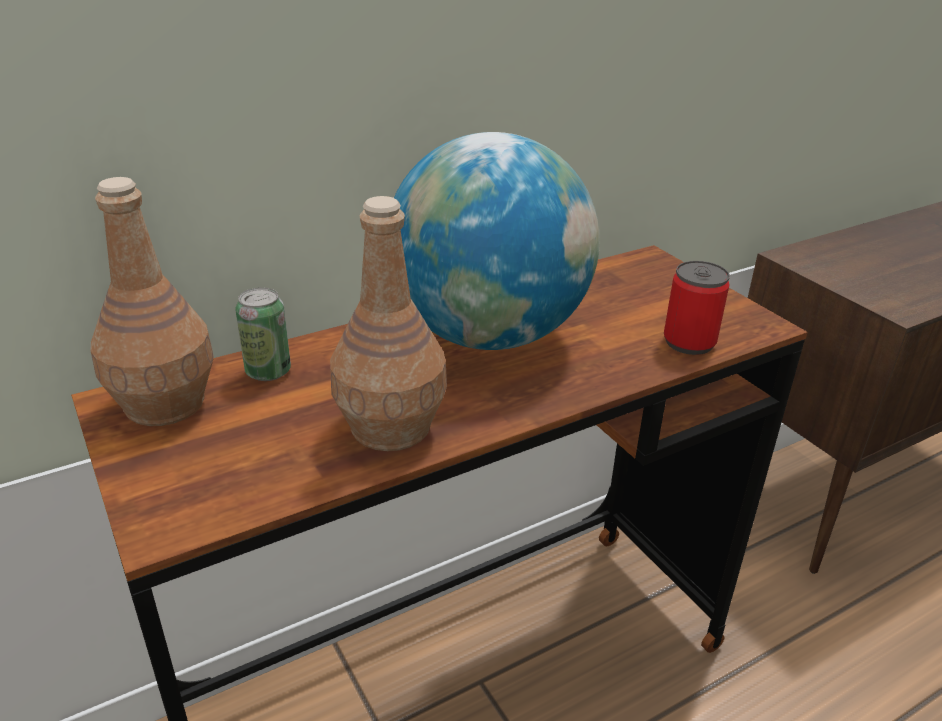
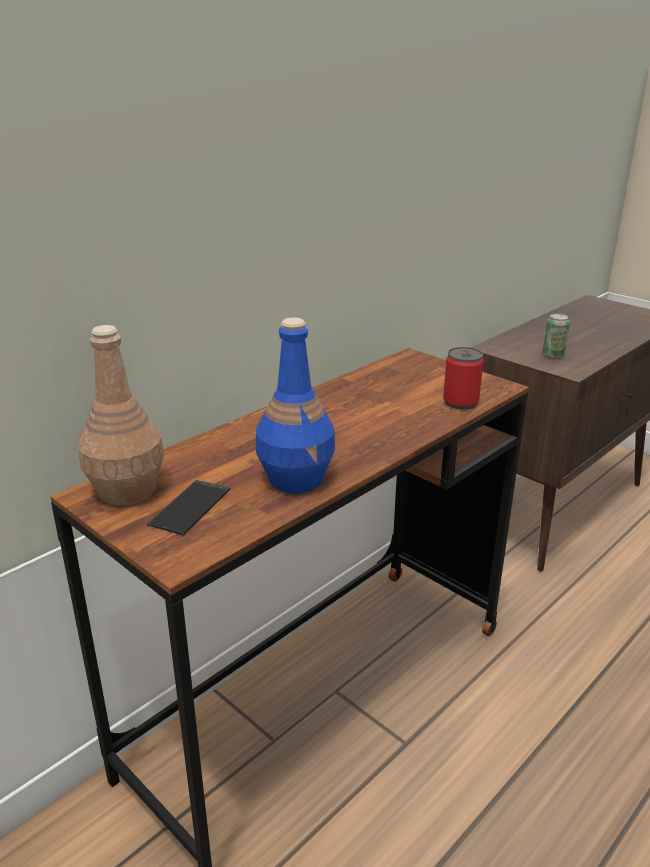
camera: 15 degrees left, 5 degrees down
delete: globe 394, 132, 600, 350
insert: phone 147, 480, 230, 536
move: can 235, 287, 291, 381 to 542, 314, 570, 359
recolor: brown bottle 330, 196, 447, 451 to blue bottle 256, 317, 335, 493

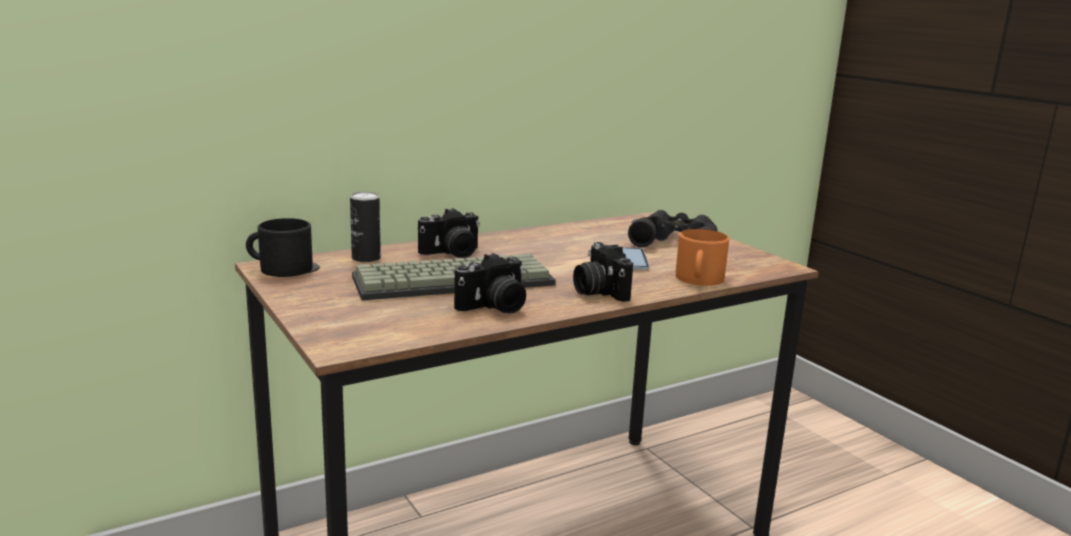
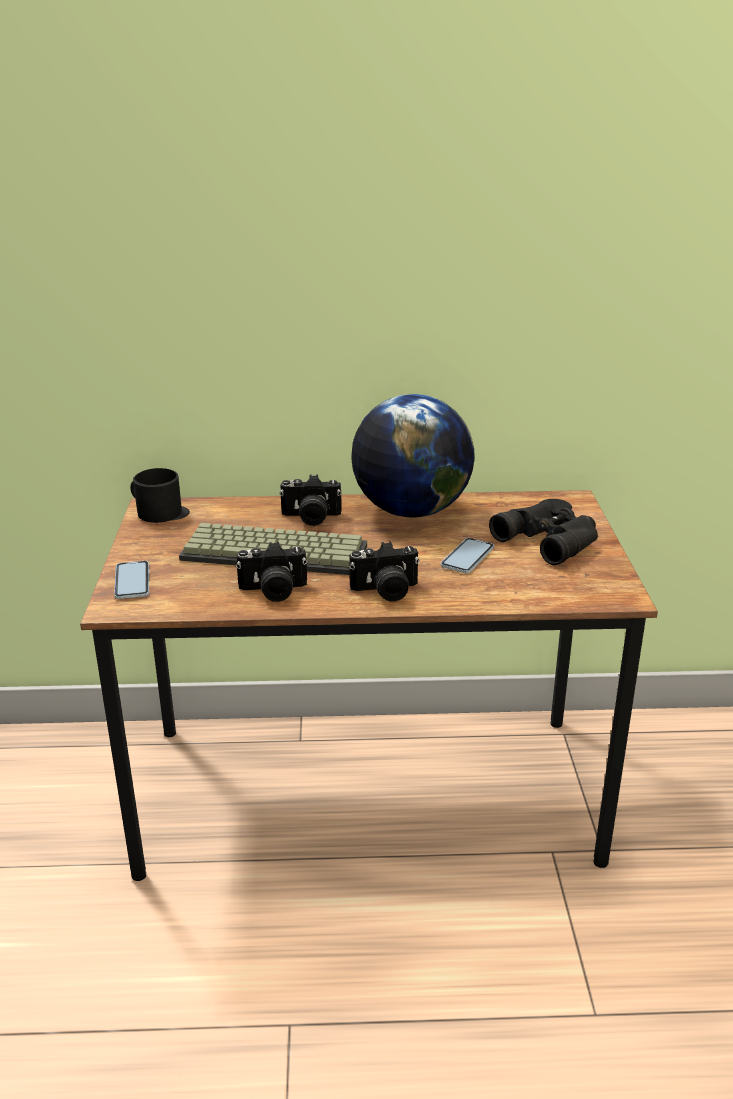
camera: 30 degrees right, 10 degrees up
delete: can 350, 192, 381, 262; orange mug 676, 229, 729, 286
insert: phone 114, 561, 149, 599; globe 351, 394, 475, 517
rotate: photo camera 573, 242, 633, 302 = 349, 541, 420, 602 105 degrees counterclockwise

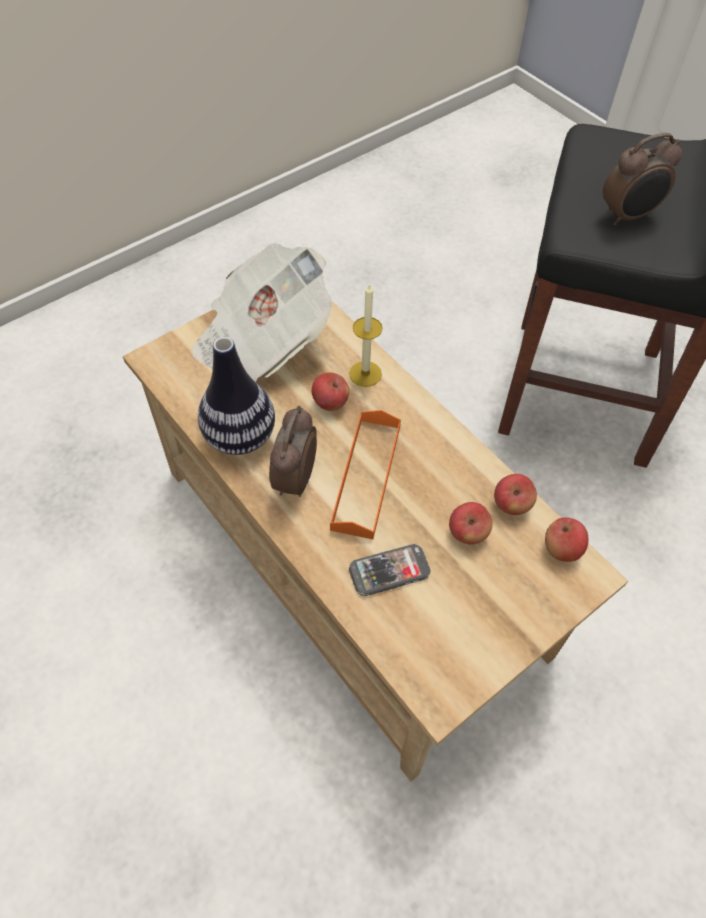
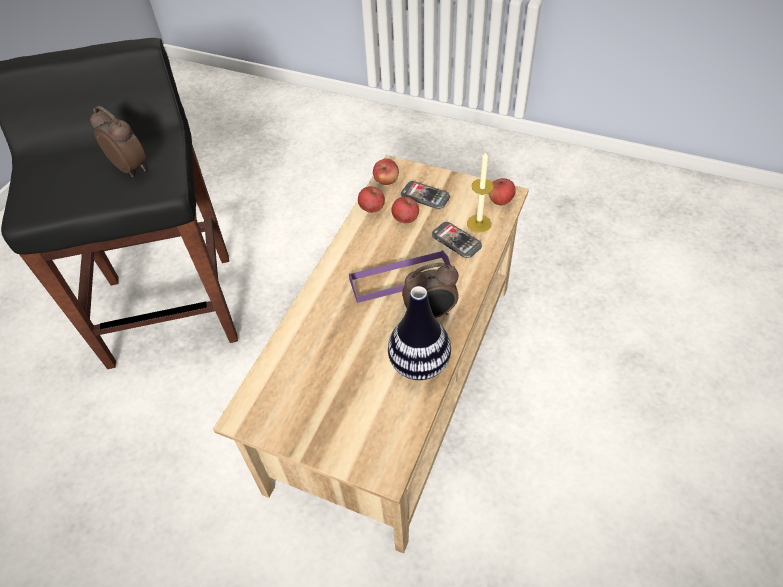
camera: 115 degrees left, 5 degrees down
delete: newspaper 192, 243, 332, 382
insert: phone 401, 181, 450, 209
move: apple 312, 372, 349, 411 to 489, 178, 516, 206; candle 349, 283, 383, 387 to 467, 152, 494, 232
recolor: orange tray 330, 410, 401, 539 to purple tray 349, 250, 451, 303

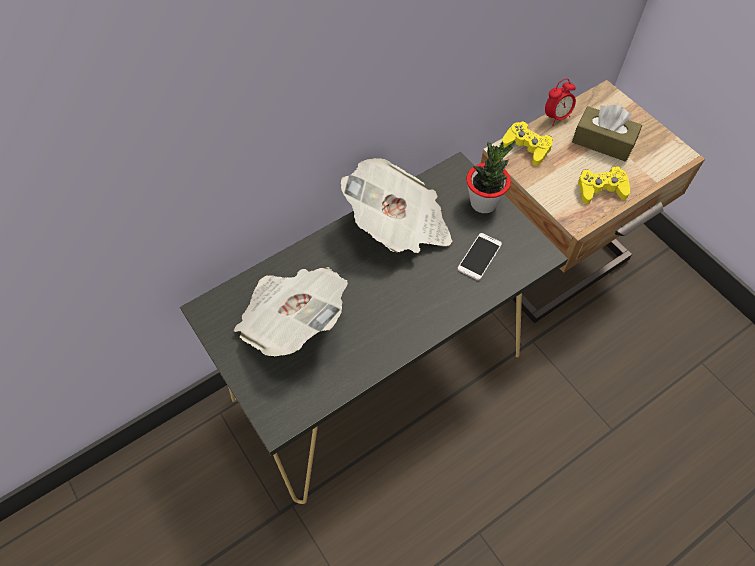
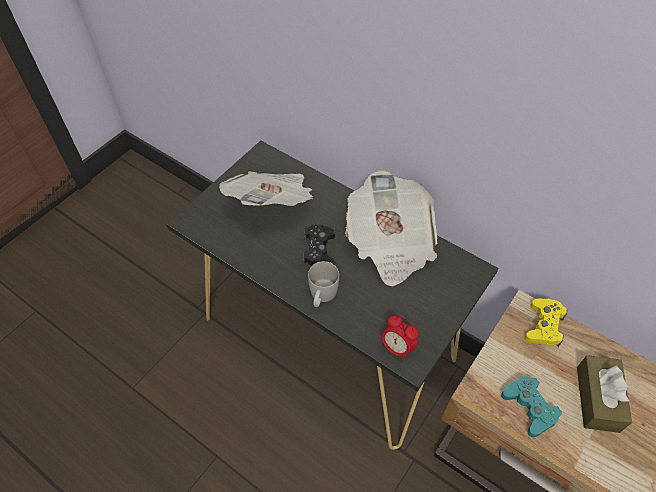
camera: 70 degrees right, 5 degrees down
delete: phone 457, 233, 502, 280; potted plant 466, 141, 516, 213
insert: black game controller 303, 225, 335, 266; white mug 308, 261, 339, 307
move: alarm clock 545, 78, 576, 125 to 382, 316, 419, 361
recolor: yellow game controller 578, 166, 630, 204 to turquoise game controller 501, 376, 562, 437

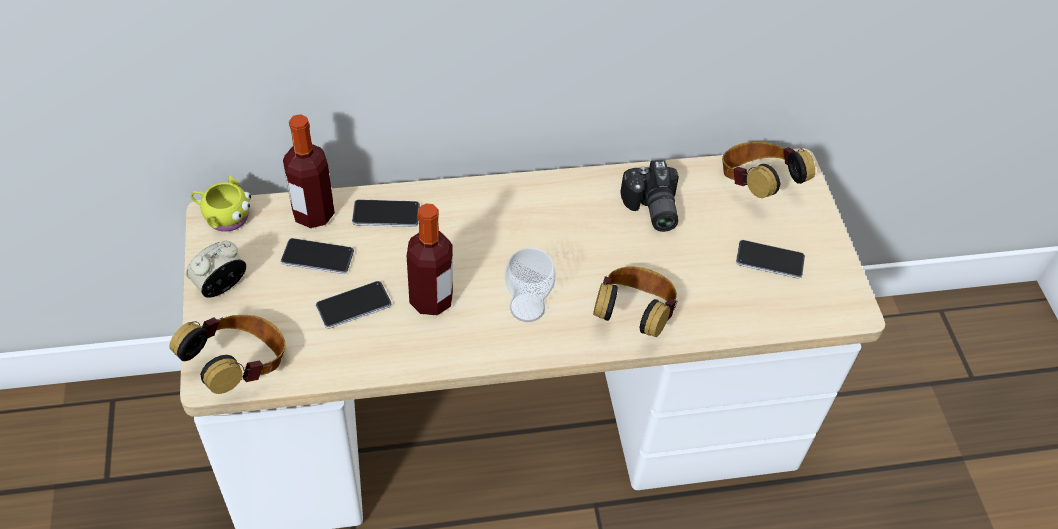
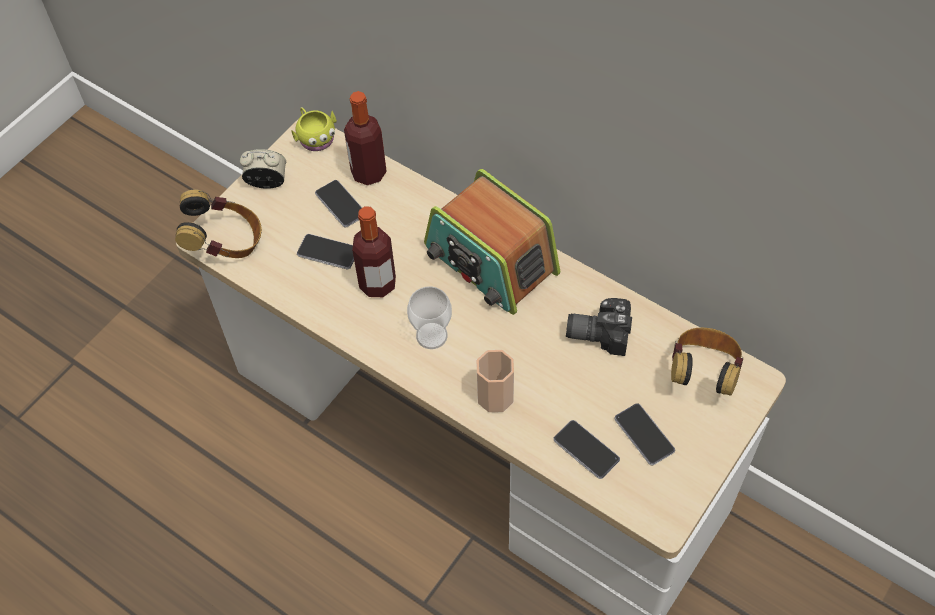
camera: 50 degrees right, 5 degrees up
insert: radio 424, 169, 560, 315
move: phone 352, 199, 420, 227 to 553, 420, 620, 479
replace: headphones 593, 266, 678, 337 to cup 476, 350, 514, 412
rotate: photo camera 620, 160, 679, 232 = 566, 298, 632, 356 60 degrees clockwise

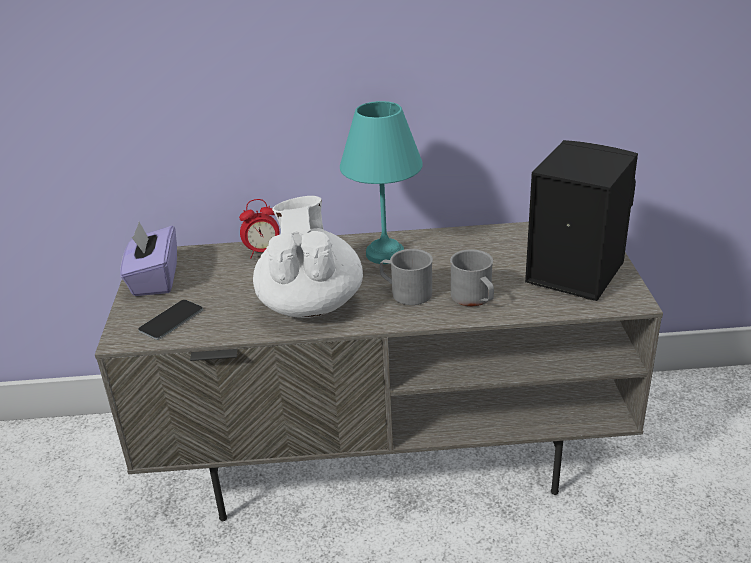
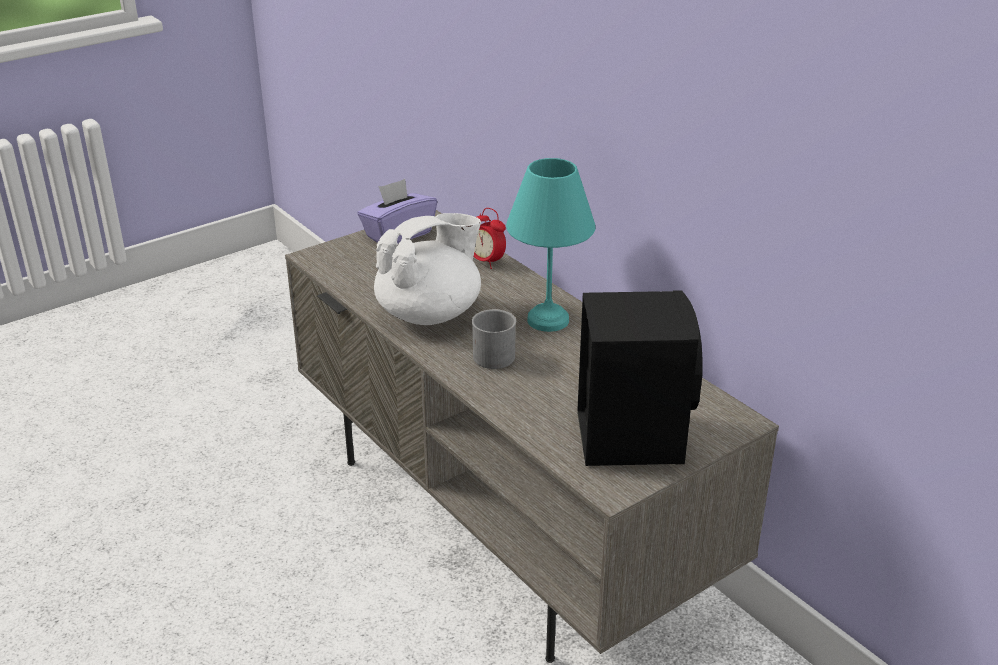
camera: 55 degrees right, 0 degrees up
delete: phone 138, 300, 203, 340; grey mug 450, 249, 494, 306

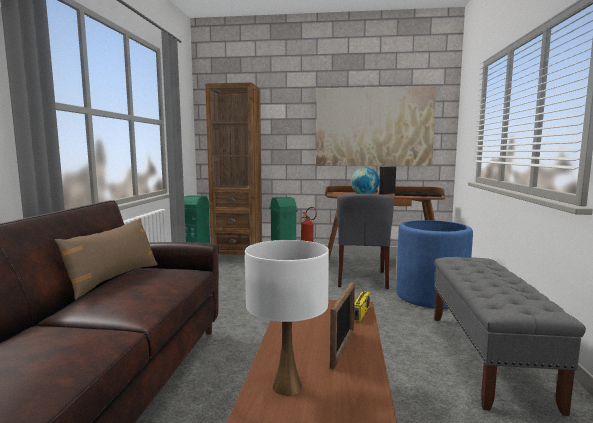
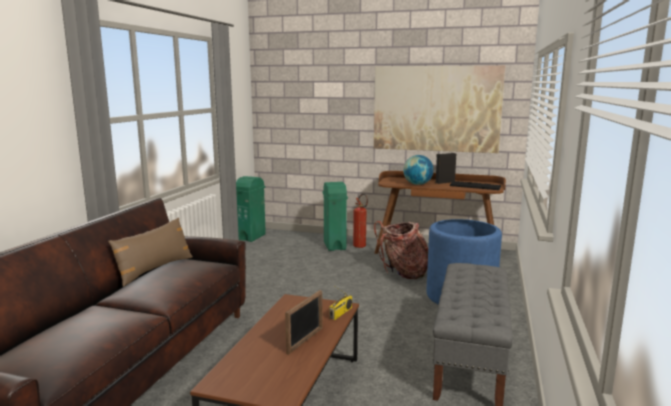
camera: 10 degrees right, 5 degrees up
delete: brown bookcase 205, 82, 262, 255; white table lamp 245, 240, 329, 396
replace: grey chair 337, 194, 394, 289 to backpack 374, 221, 428, 279

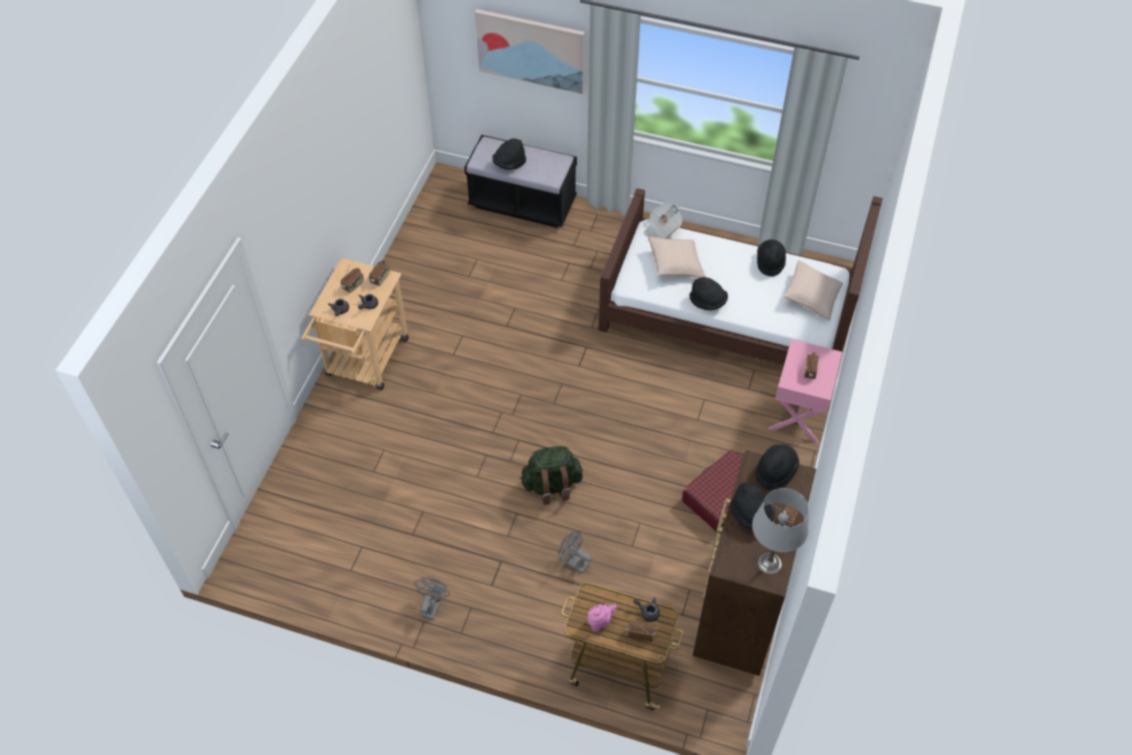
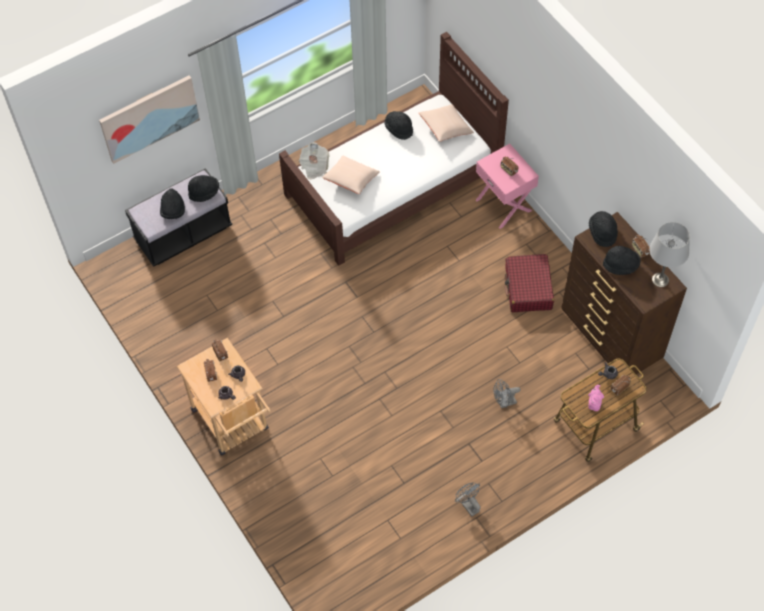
camera: 50 degrees left, 5 degrees up
delete: green backpack 520, 446, 583, 505
move: black hat 689, 277, 728, 310 to 188, 175, 219, 202

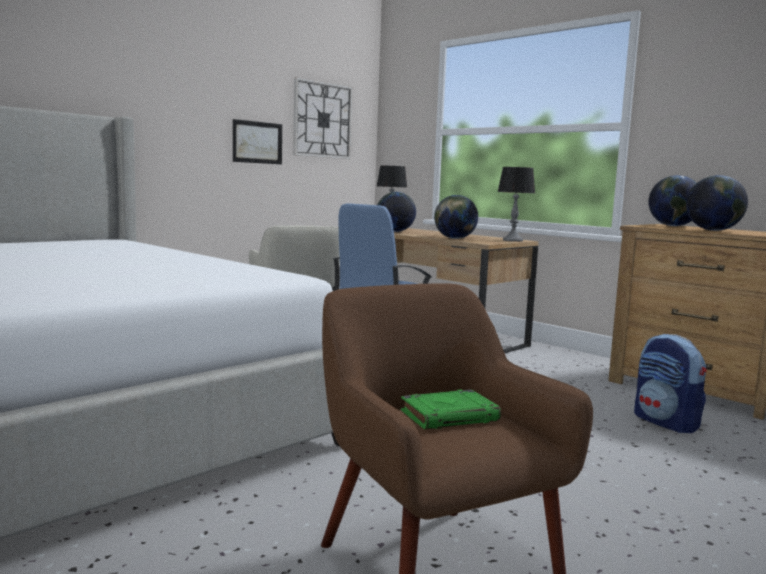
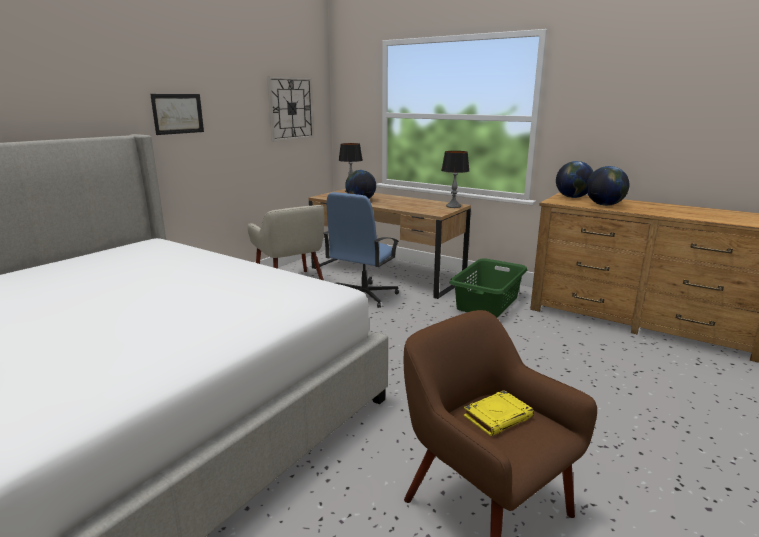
camera: 10 degrees left, 10 degrees up
delete: globe 434, 195, 478, 239; backpack 634, 334, 707, 433
insert: green laundry basket 449, 258, 527, 317
move: picture 233, 119, 282, 164 to 150, 94, 204, 135
recolor: green book 401, 389, 501, 430 to yellow book 463, 390, 534, 436

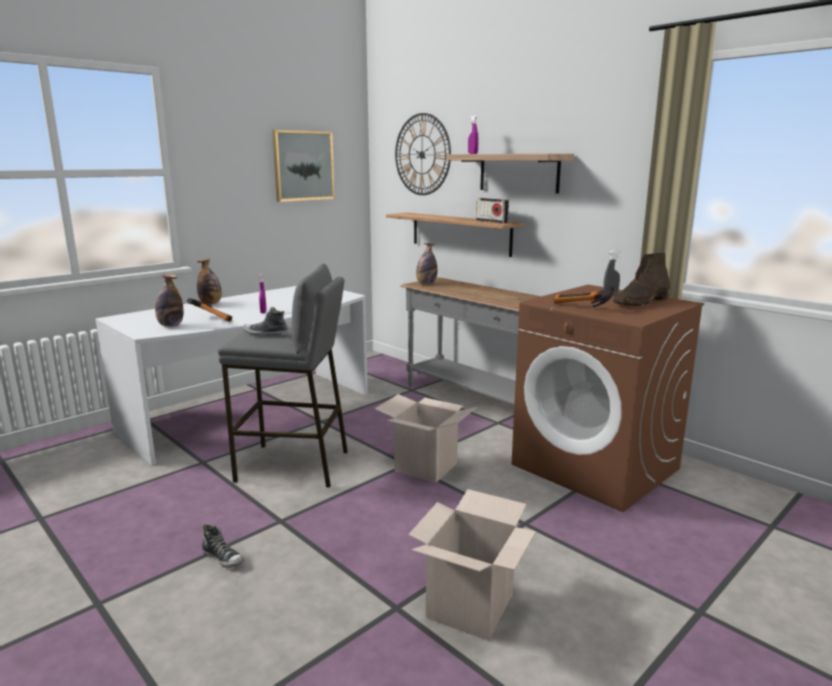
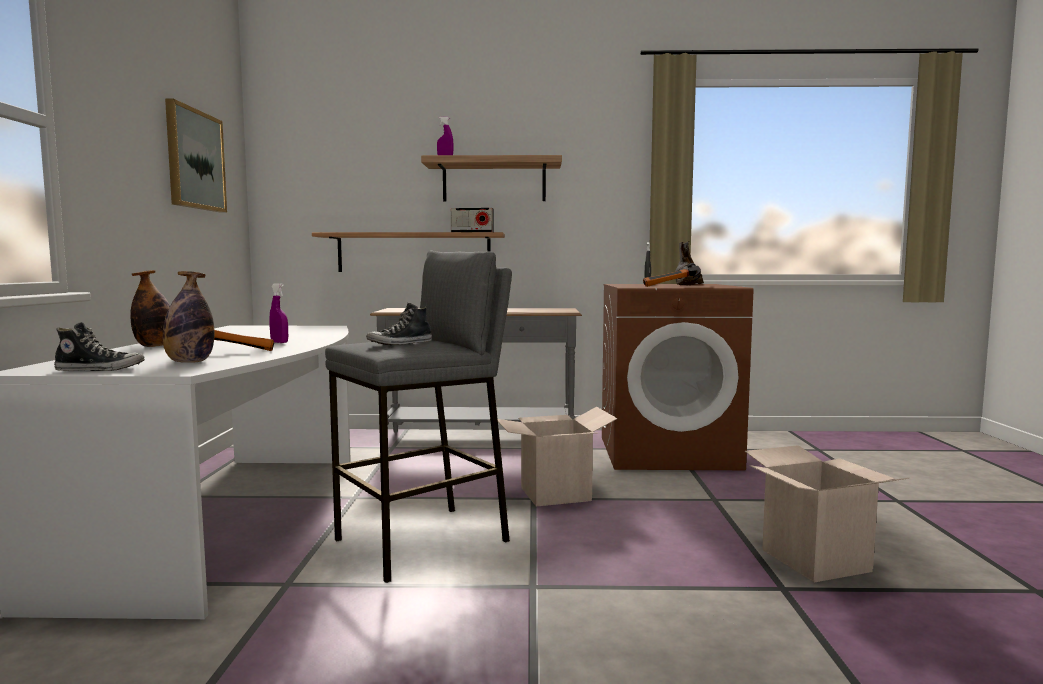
camera: 45 degrees left, 10 degrees down
delete: wall clock 395, 113, 451, 195; bottle 416, 243, 437, 285
move: shoe 202, 524, 244, 568 to 54, 322, 145, 371

